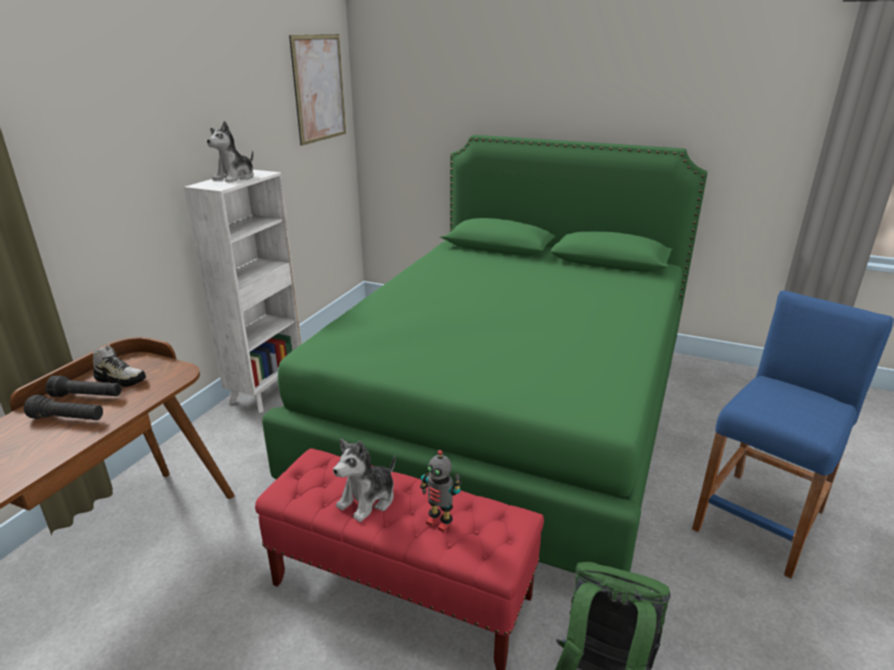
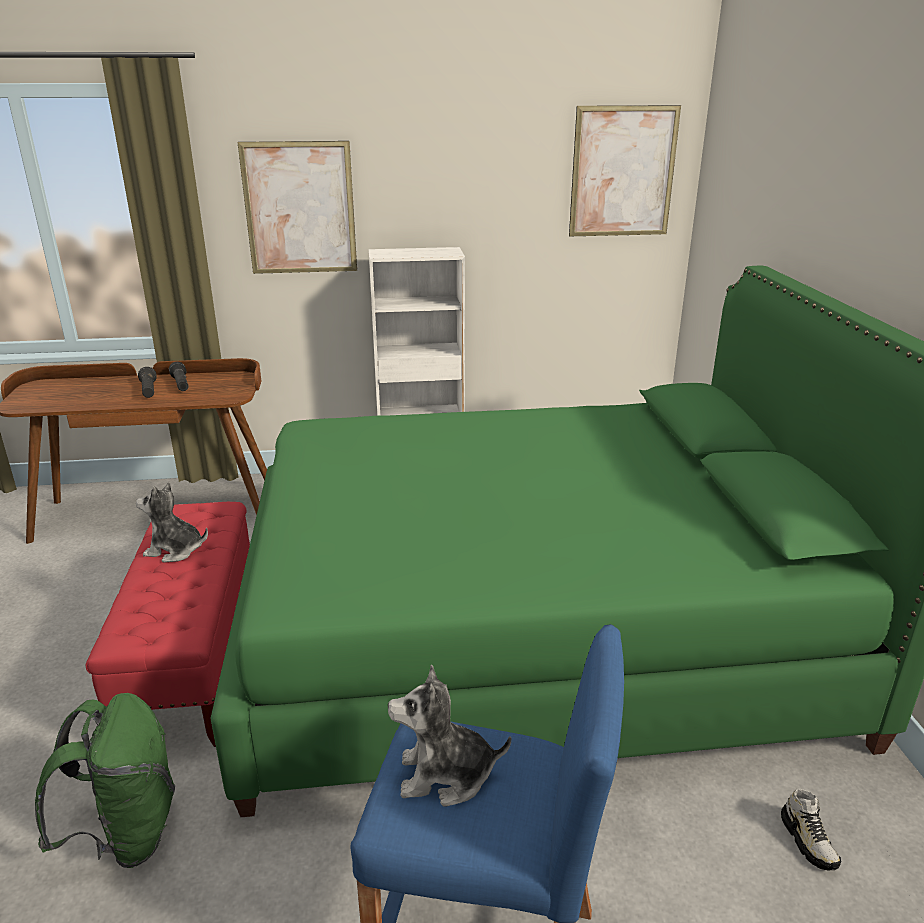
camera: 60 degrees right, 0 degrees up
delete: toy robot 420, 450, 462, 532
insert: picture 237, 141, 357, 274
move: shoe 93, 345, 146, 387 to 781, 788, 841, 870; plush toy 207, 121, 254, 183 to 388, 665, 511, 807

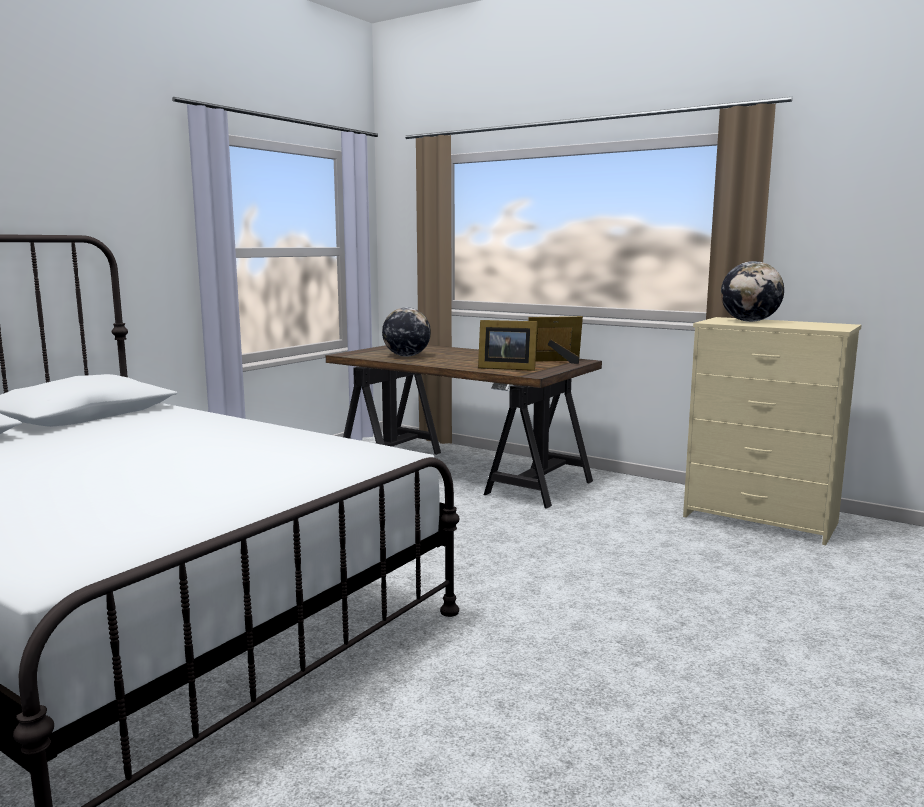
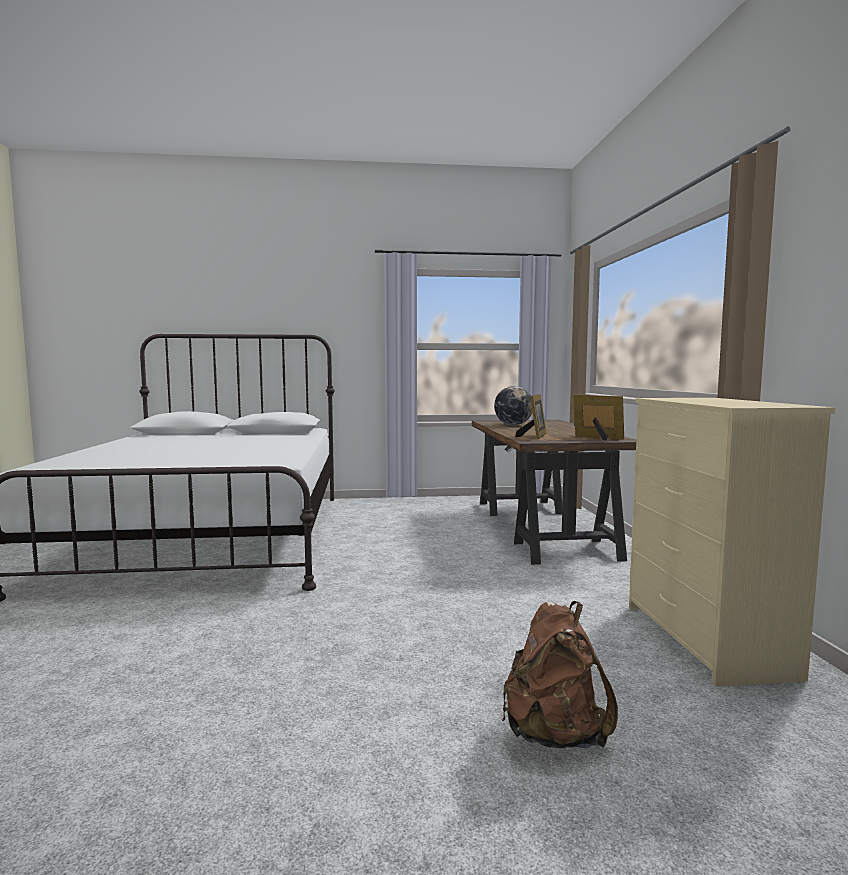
camera: 50 degrees right, 5 degrees down
delete: globe 721, 261, 784, 322
insert: brown backpack 502, 601, 618, 748
rotate: picture frame 478, 320, 538, 371 = 515, 394, 547, 439 135 degrees counterclockwise

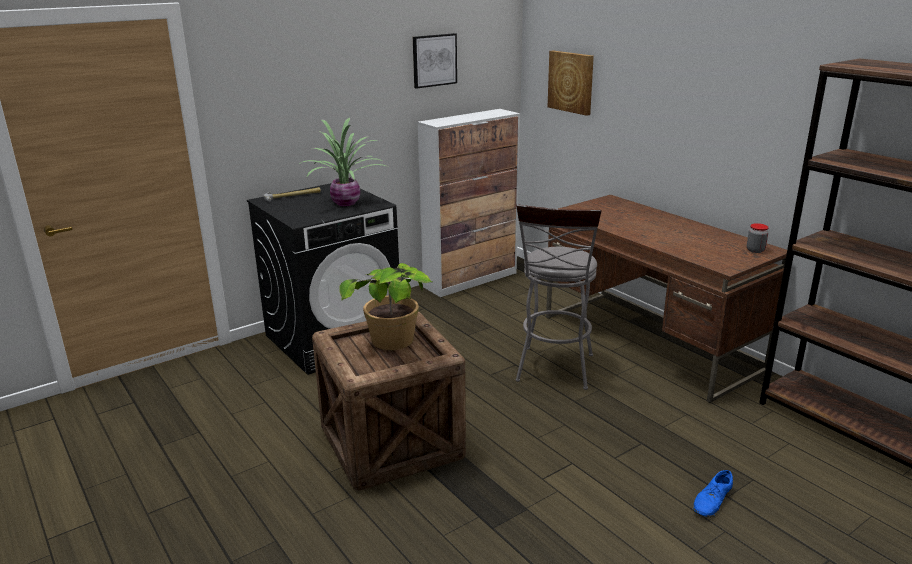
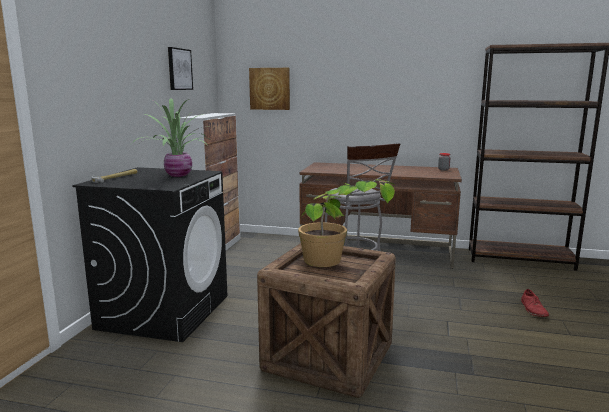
camera: 40 degrees left, 10 degrees down
recolor: blue shoe 693, 470, 733, 517 to red shoe 521, 289, 549, 317

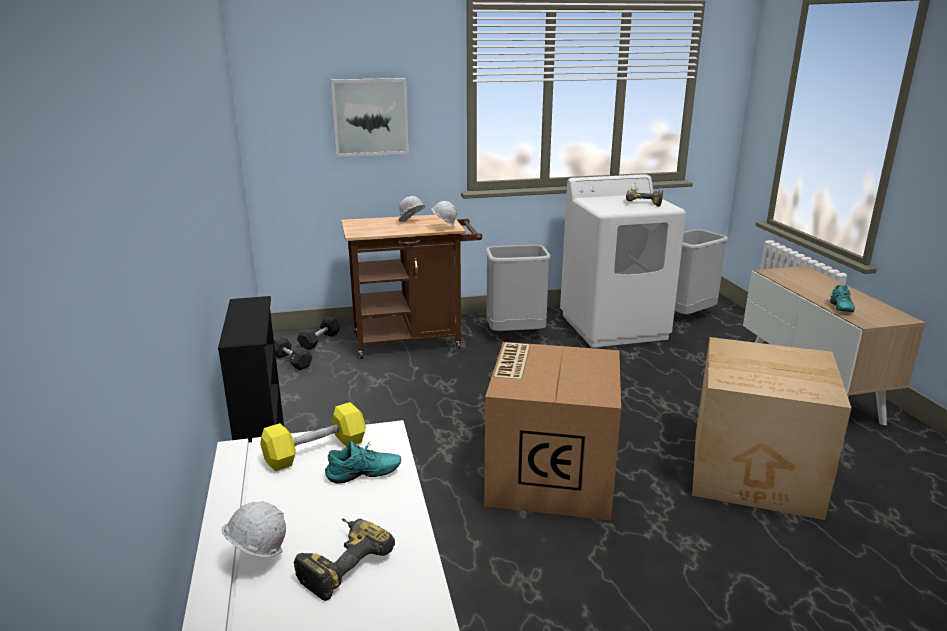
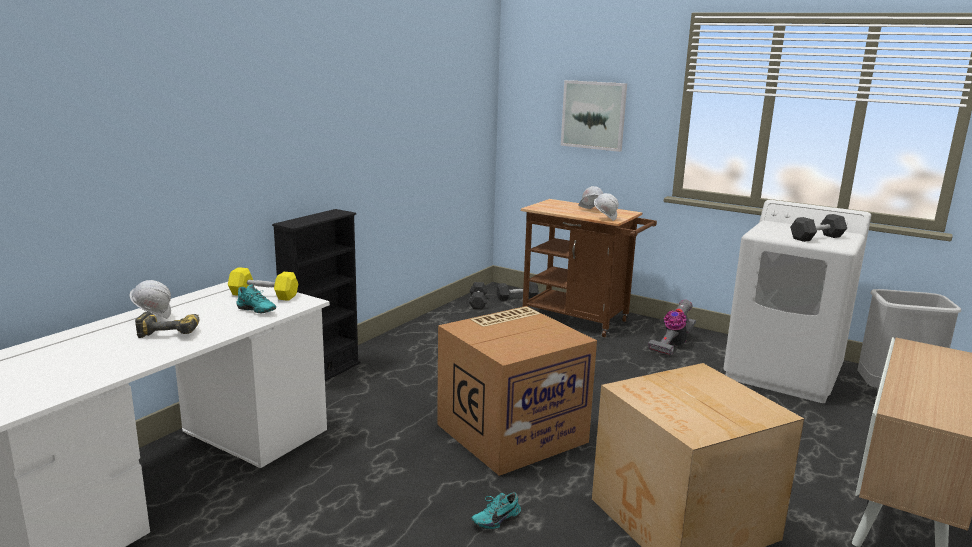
camera: 45 degrees right, 5 degrees down
move: turquoise shoe 830, 285, 855, 312 to 472, 492, 521, 529
replace: grey trash can 485, 245, 551, 331 to vacuum cleaner 648, 299, 696, 355; power drill 626, 189, 663, 207 to black dumbbell 790, 214, 847, 242

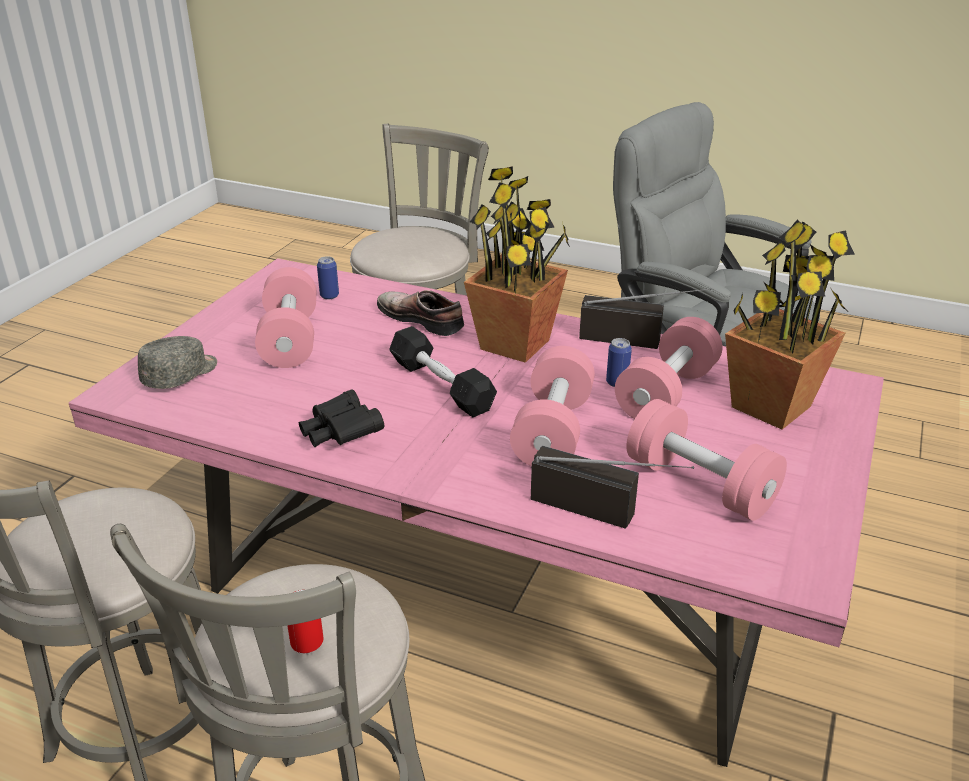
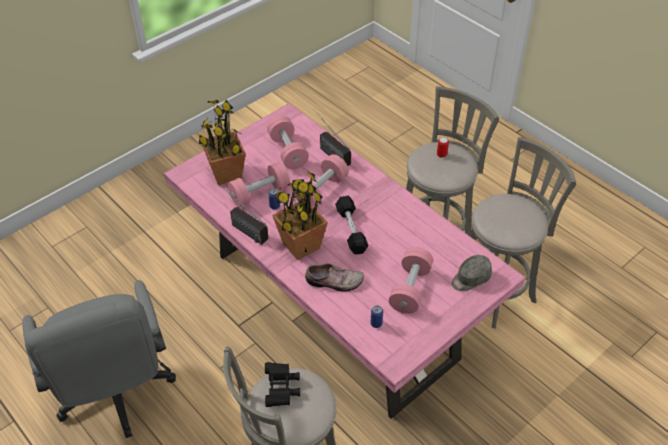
camera: 155 degrees left, 15 degrees up
move: black binoculars 299, 389, 384, 447 to 265, 362, 300, 407
rotate: shoe 377, 290, 464, 336 = 305, 264, 364, 292 60 degrees counterclockwise

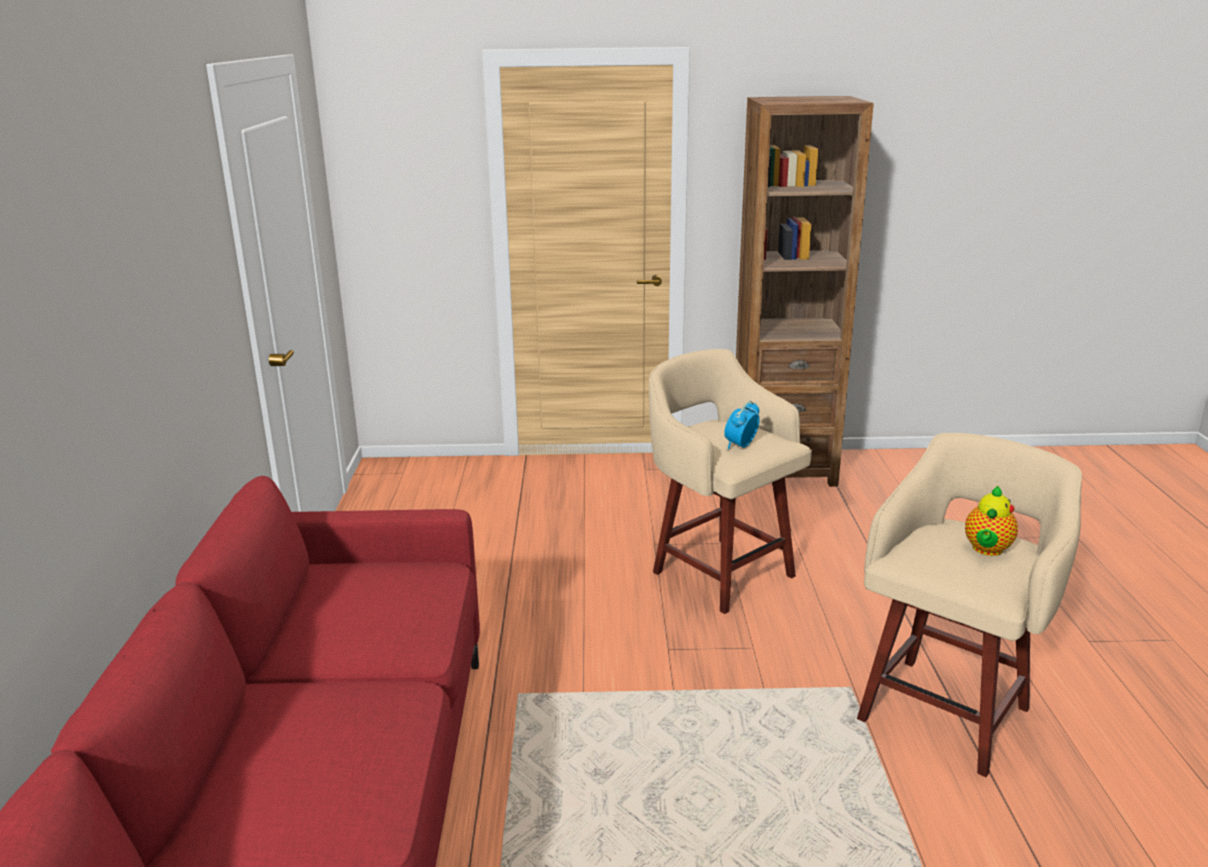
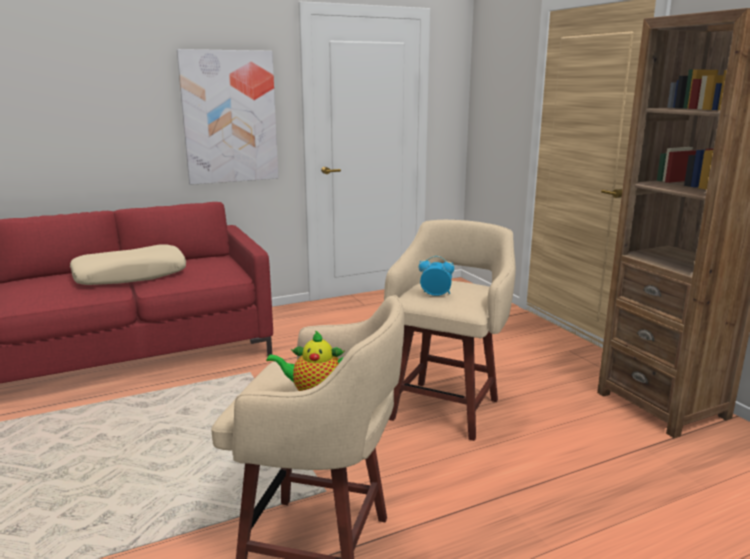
camera: 65 degrees right, 5 degrees down
insert: beige pillow 70, 244, 186, 285; picture 177, 49, 278, 185

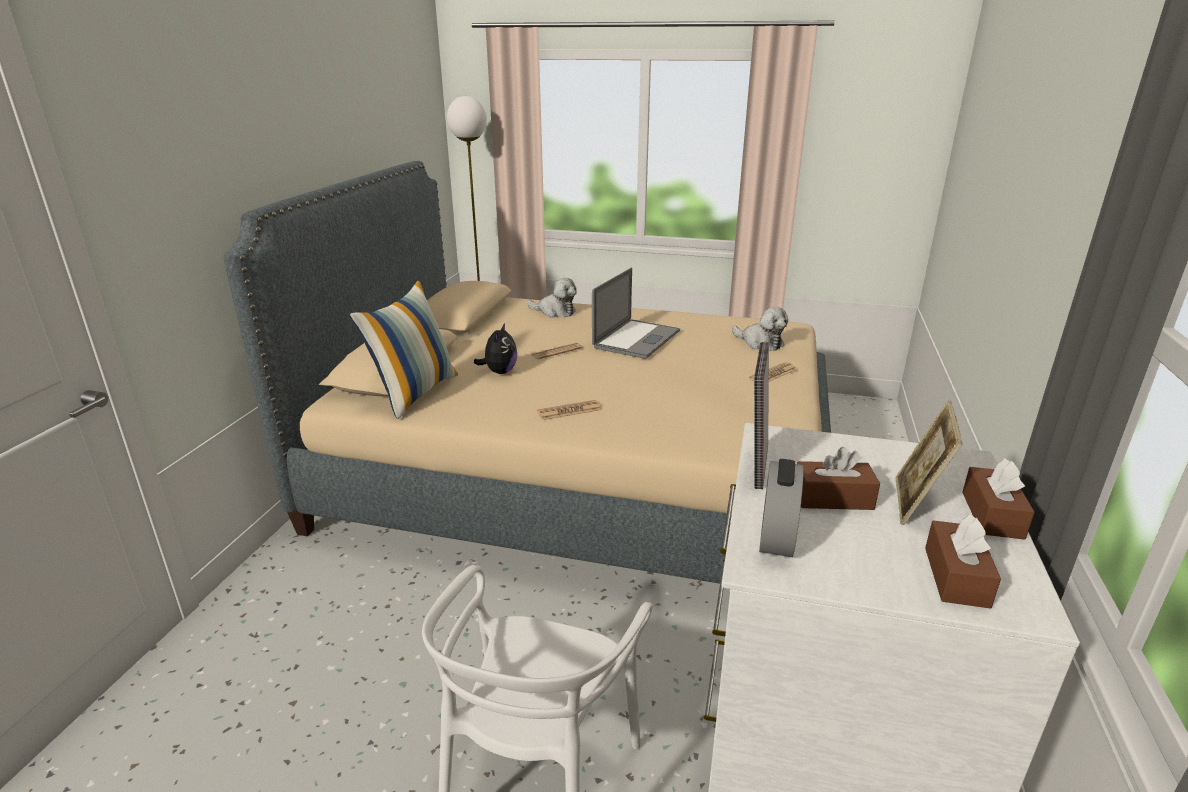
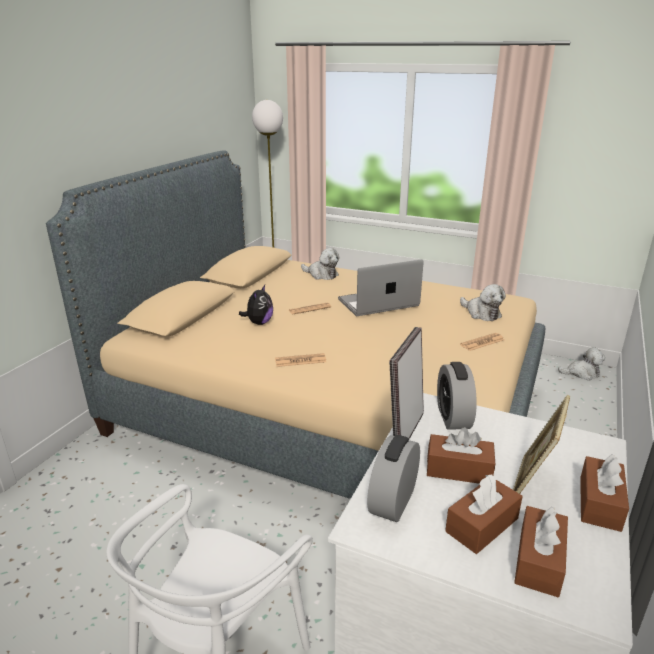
camera: 10 degrees right, 0 degrees up
delete: pillow 350, 280, 458, 419
insert: alarm clock 437, 362, 477, 430; brown tissue box 445, 474, 523, 554; plush toy 558, 347, 605, 380
rotate: laptop 592, 268, 680, 359 = 338, 259, 423, 316 150 degrees counterclockwise

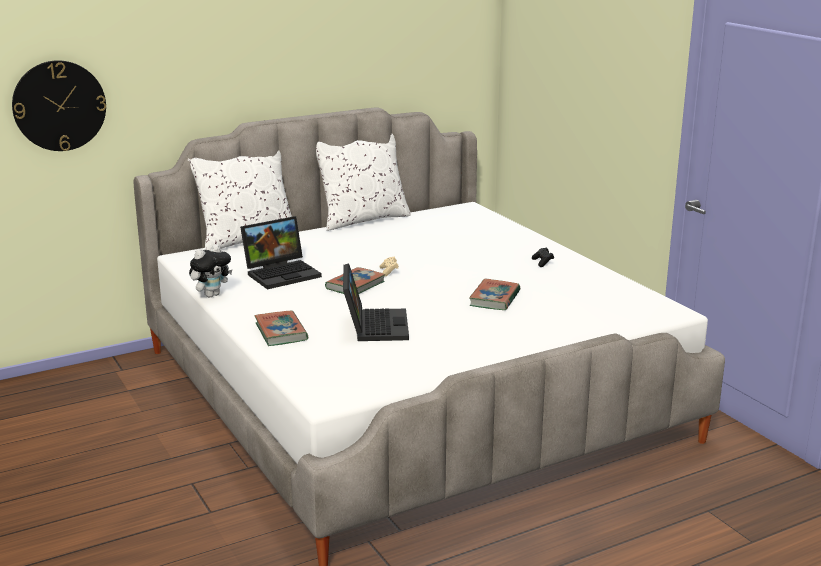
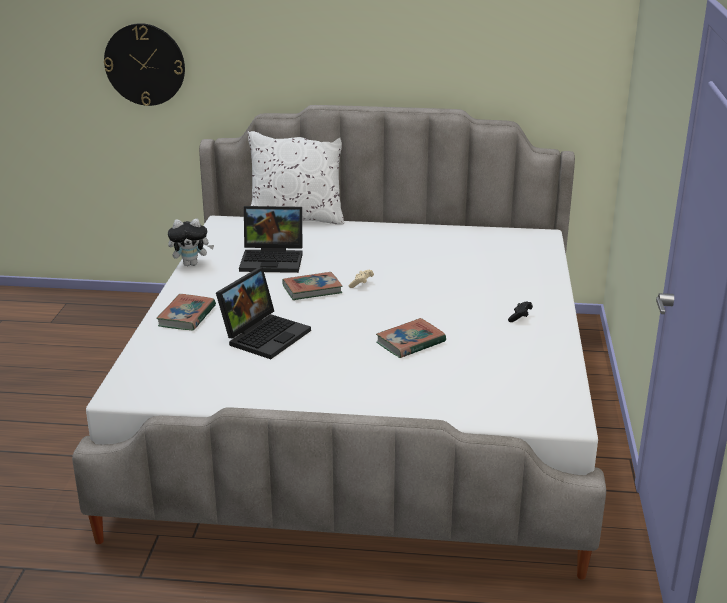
camera: 35 degrees right, 5 degrees up
delete: white pillow 316, 134, 411, 231

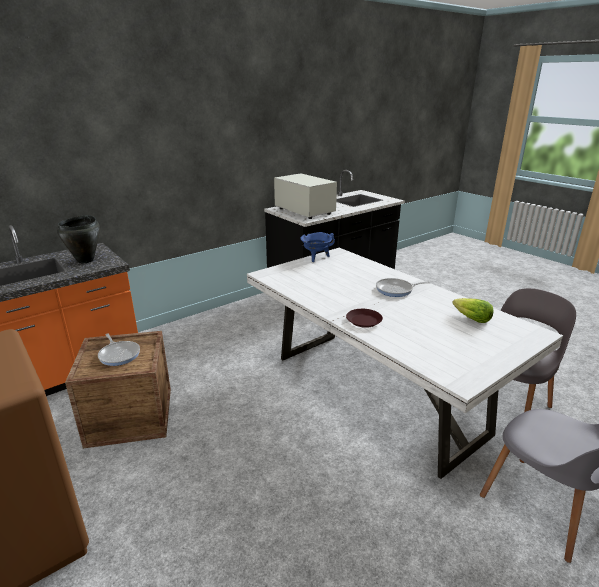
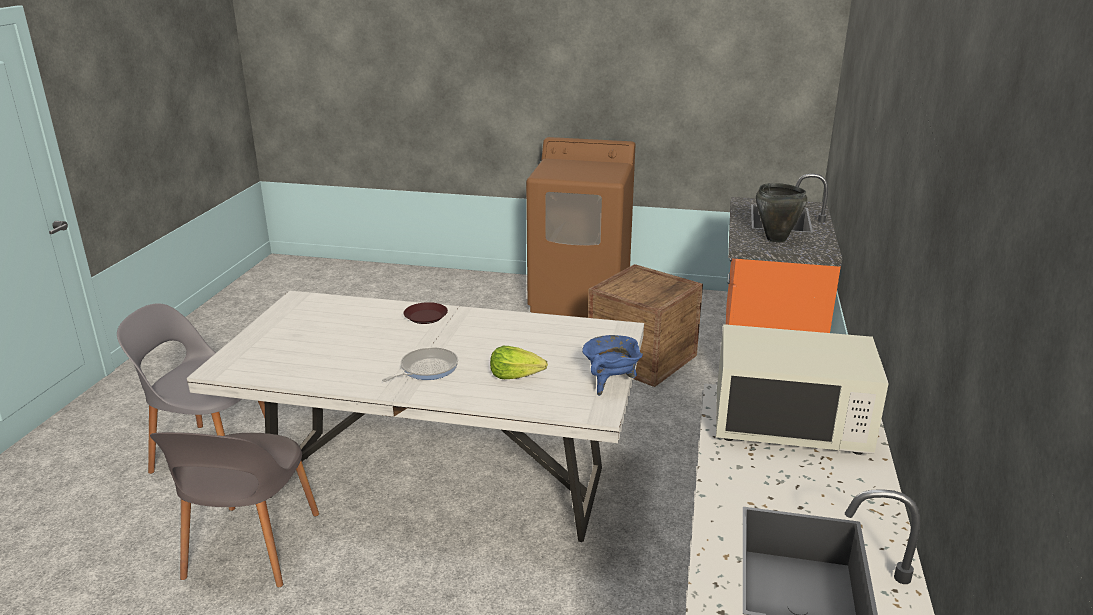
camera: 140 degrees right, 0 degrees up
delete: frying pan 98, 333, 140, 366
move: lettuce 452, 298, 493, 323 to 490, 346, 548, 379

